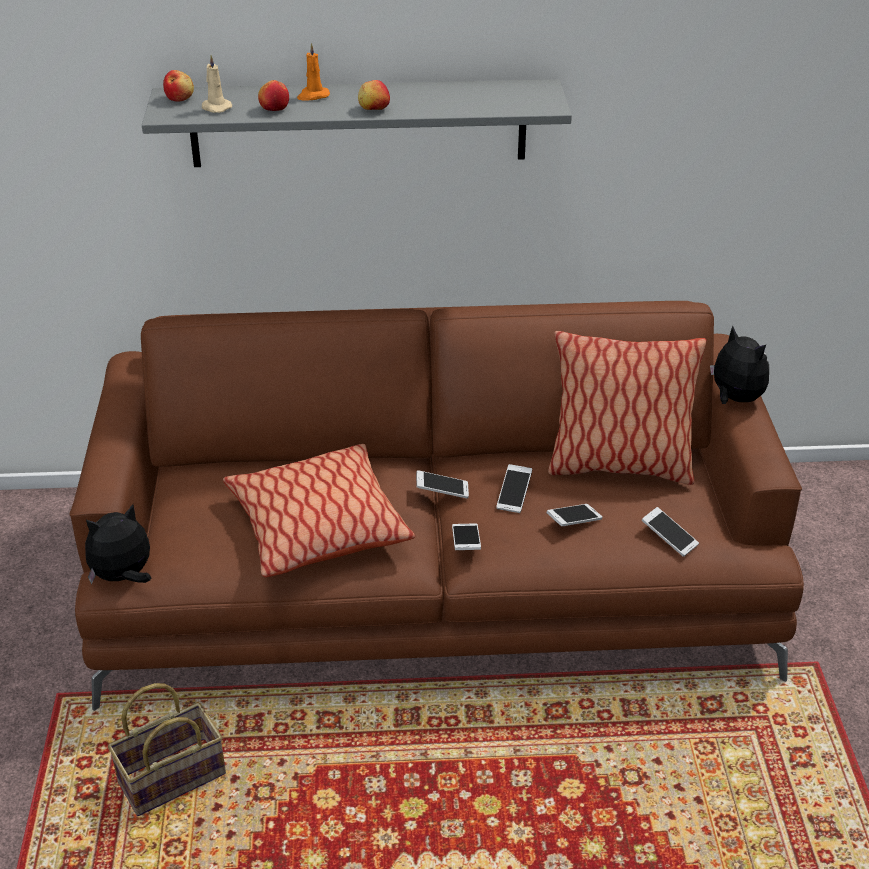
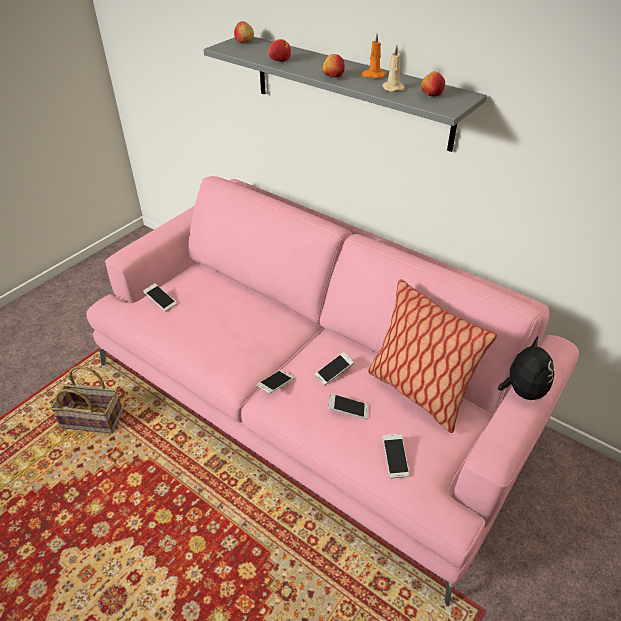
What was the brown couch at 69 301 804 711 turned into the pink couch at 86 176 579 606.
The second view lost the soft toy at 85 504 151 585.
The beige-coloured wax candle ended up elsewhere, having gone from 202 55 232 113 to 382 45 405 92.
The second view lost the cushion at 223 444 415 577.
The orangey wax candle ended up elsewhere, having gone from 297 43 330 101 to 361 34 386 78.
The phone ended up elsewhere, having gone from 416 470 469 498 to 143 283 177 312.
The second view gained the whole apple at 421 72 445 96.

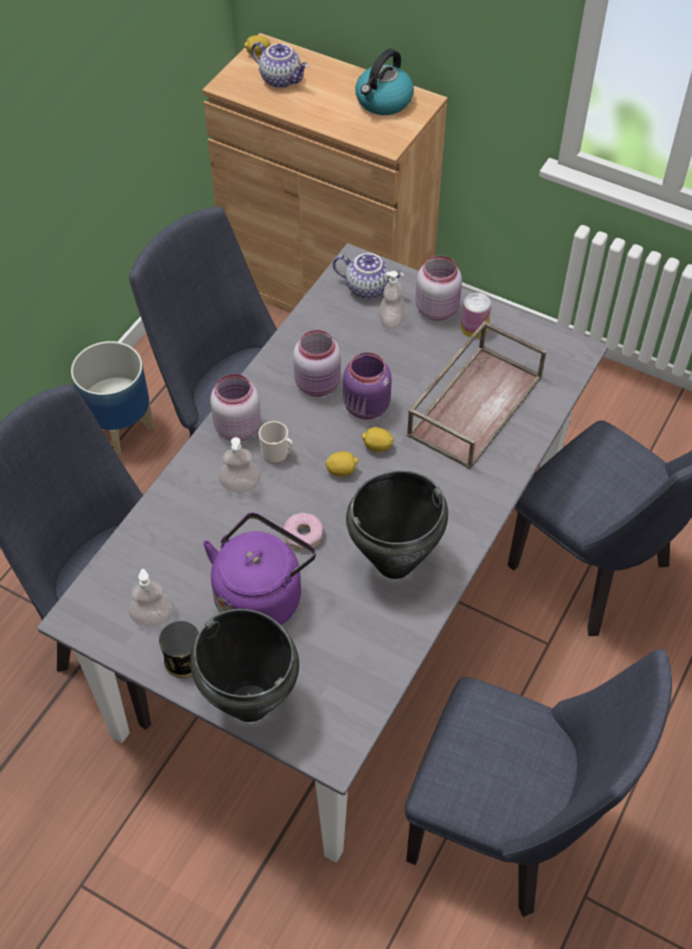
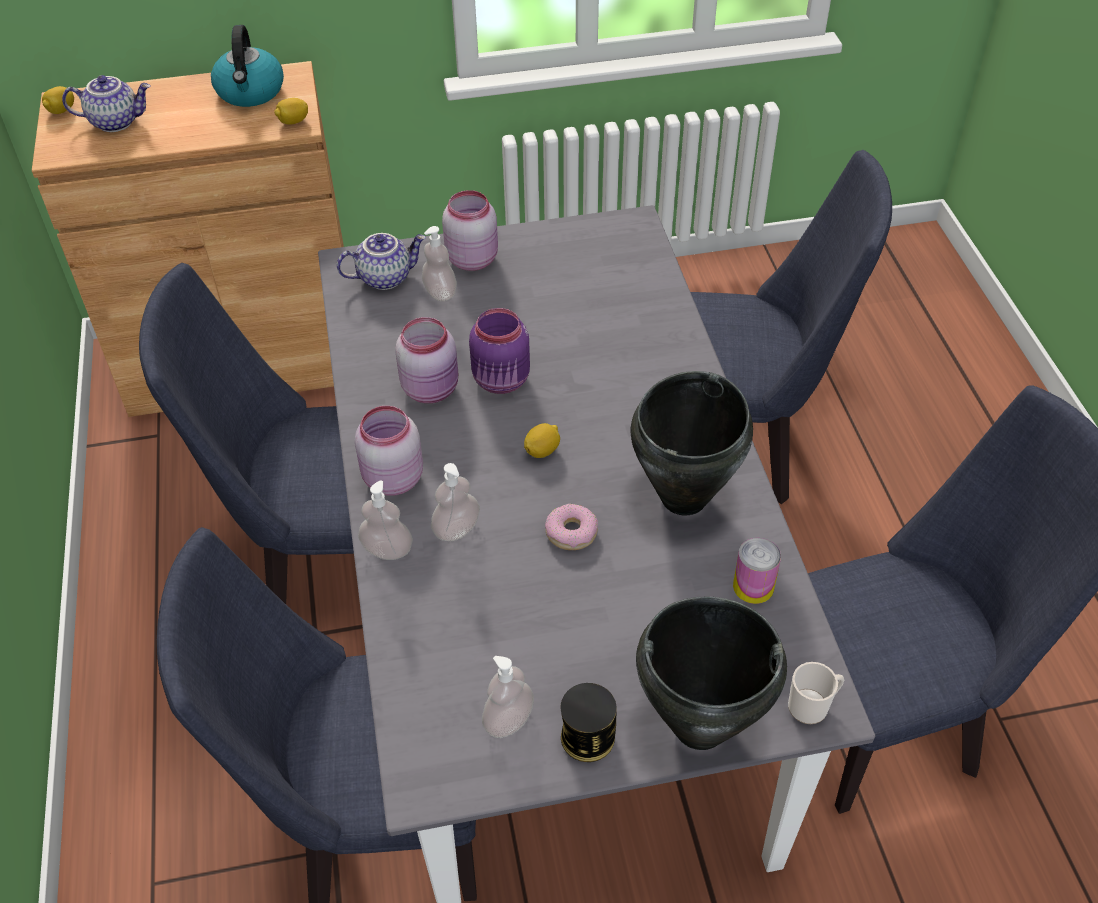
The second view lost the flower pot at 71 341 155 456.
The second view lost the purple tea kettle at 203 512 316 625.
The mug ended up elsewhere, having gone from 259 421 293 463 to 788 662 844 724.
The citrus fruit ended up elsewhere, having gone from 362 427 394 452 to 274 98 308 125.
The second view lost the brown carrying tray at 407 321 547 469.
The sealed can ended up elsewhere, having gone from 461 293 491 338 to 733 538 781 604.
The second view gained the soap bottle at 358 480 413 560.

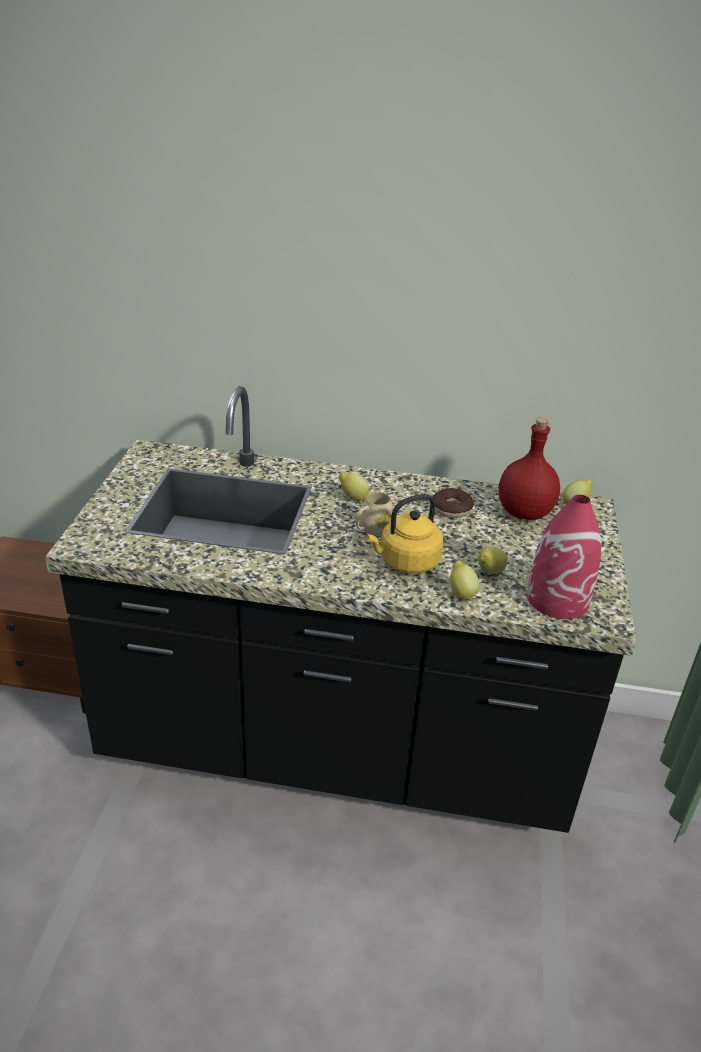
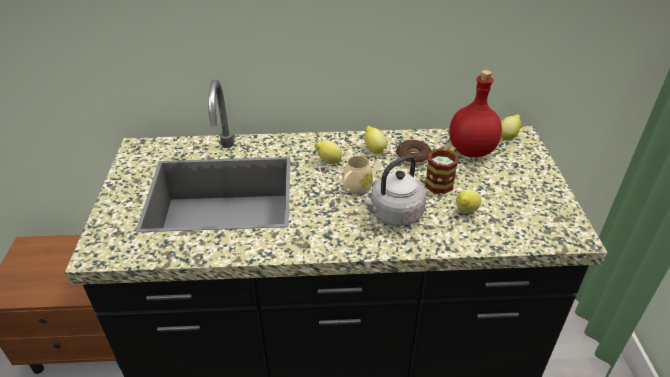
What was the yellowish tea kettle at 366 494 444 574 turned into the greyish tea kettle at 361 155 426 226.
The citrus fruit ended up elsewhere, having gone from 450 560 480 601 to 364 126 387 153.
The second view lost the red-coloured flower vase at 527 495 602 619.
The second view gained the mug at 425 147 458 194.

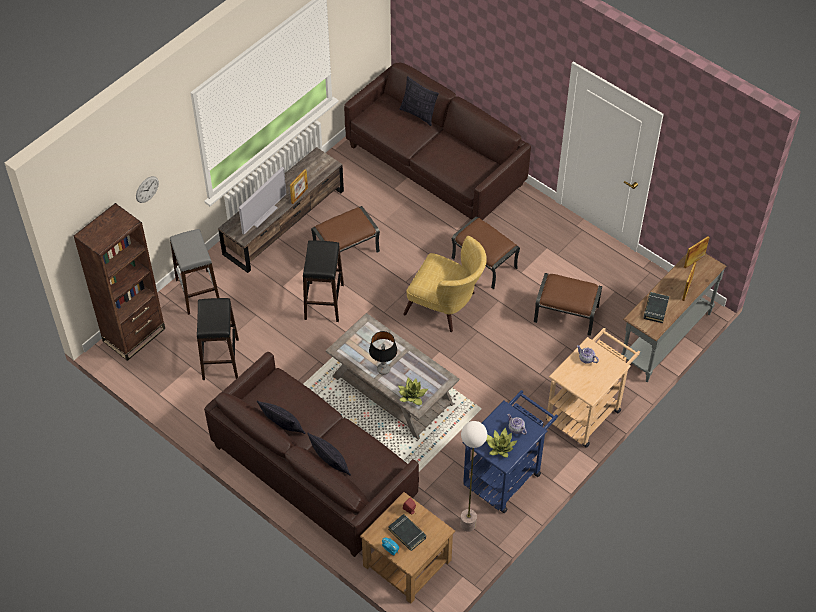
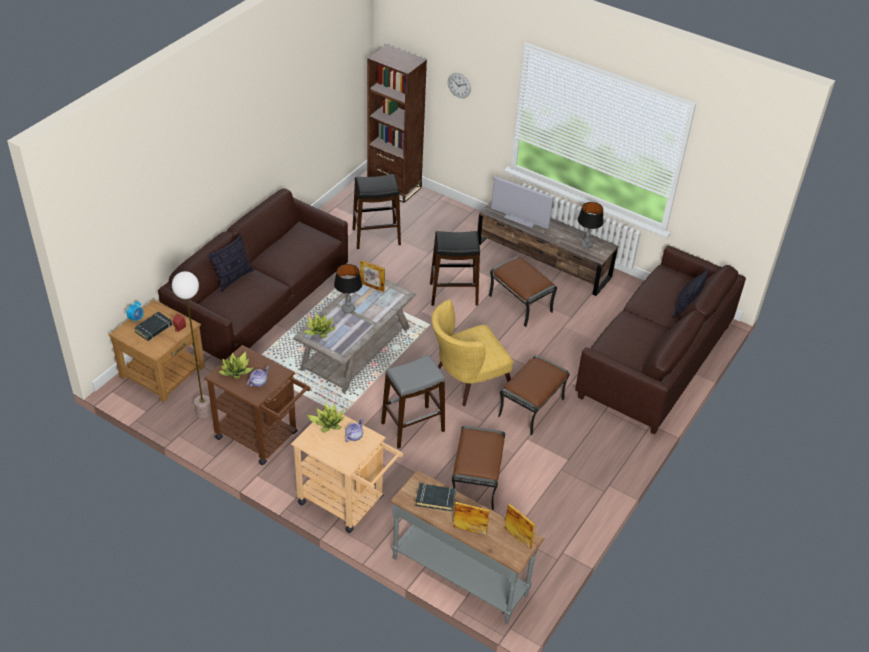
The greyish sitting stool ended up elsewhere, having gone from 170 229 219 315 to 381 355 445 449.
The second view lost the cushion at 257 401 305 434.
The photo frame ended up elsewhere, having gone from 290 169 308 204 to 360 260 385 292.
The yellowish easy chair at 403 236 487 332 ended up facing another way, 45 degrees clockwise from before.
What was the bluish cart at 462 390 558 513 turned into the brown cart at 204 345 311 465.
The second view gained the plant in a pot at 307 403 344 432.
The second view gained the tabletop lamp at 578 202 604 249.

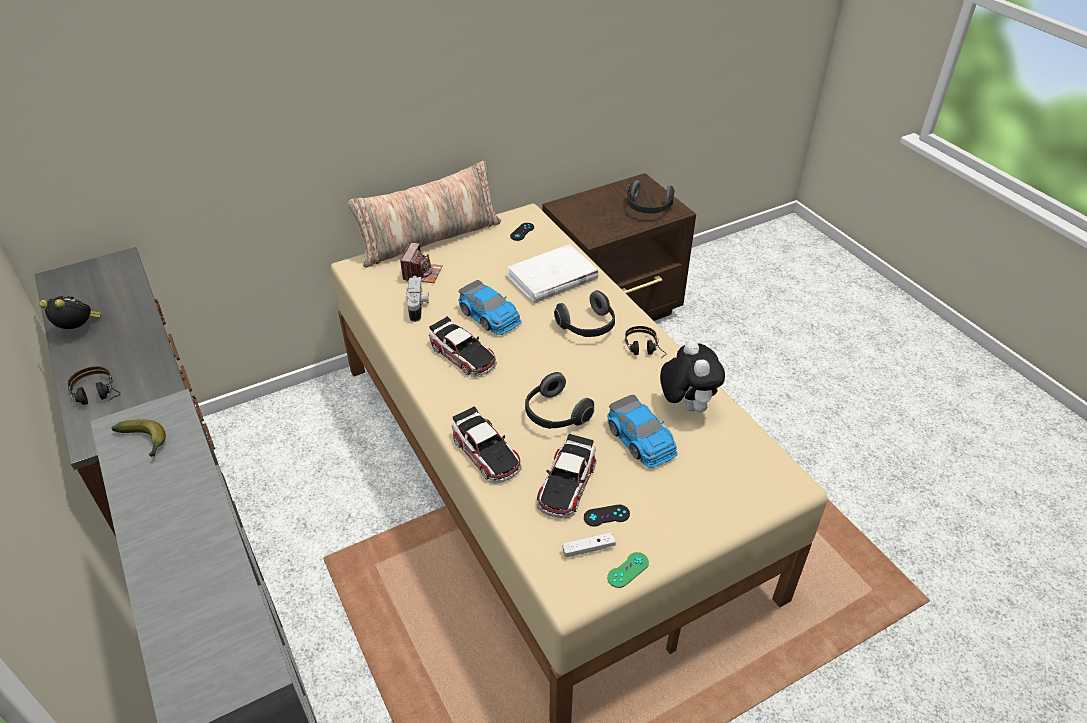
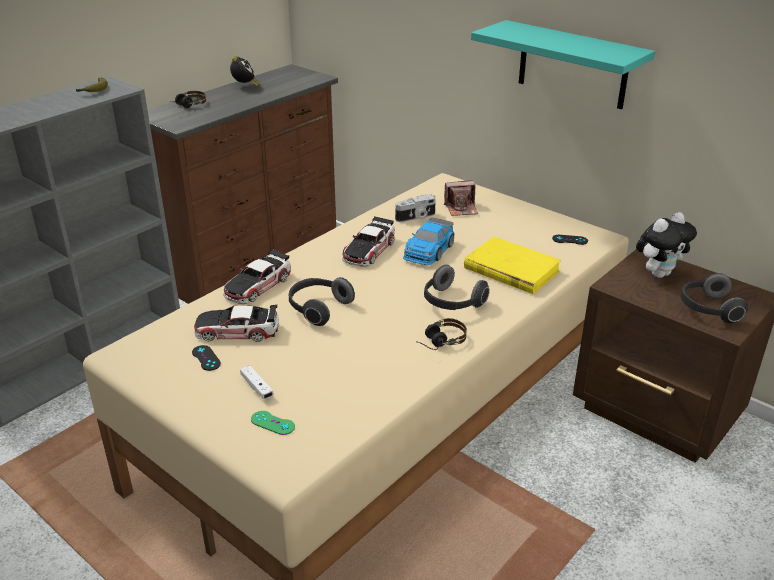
The second view lost the cushion at 348 161 501 268.
What was the white book at 506 244 598 303 turned into the yellowish book at 464 237 562 294.
The white joypad ended up elsewhere, having gone from 562 532 616 557 to 240 365 274 399.
The second view lost the miniature car at 607 395 678 468.
The greenish joypad ended up elsewhere, having gone from 607 552 649 588 to 251 411 295 435.
The soft toy ended up elsewhere, having gone from 660 341 725 412 to 636 212 697 278.
The second view gained the blue-green shelf at 471 20 655 109.

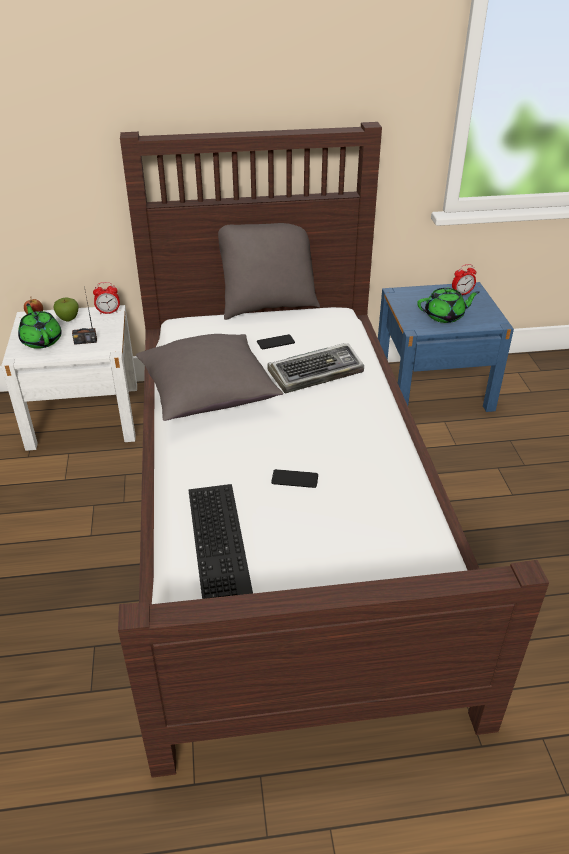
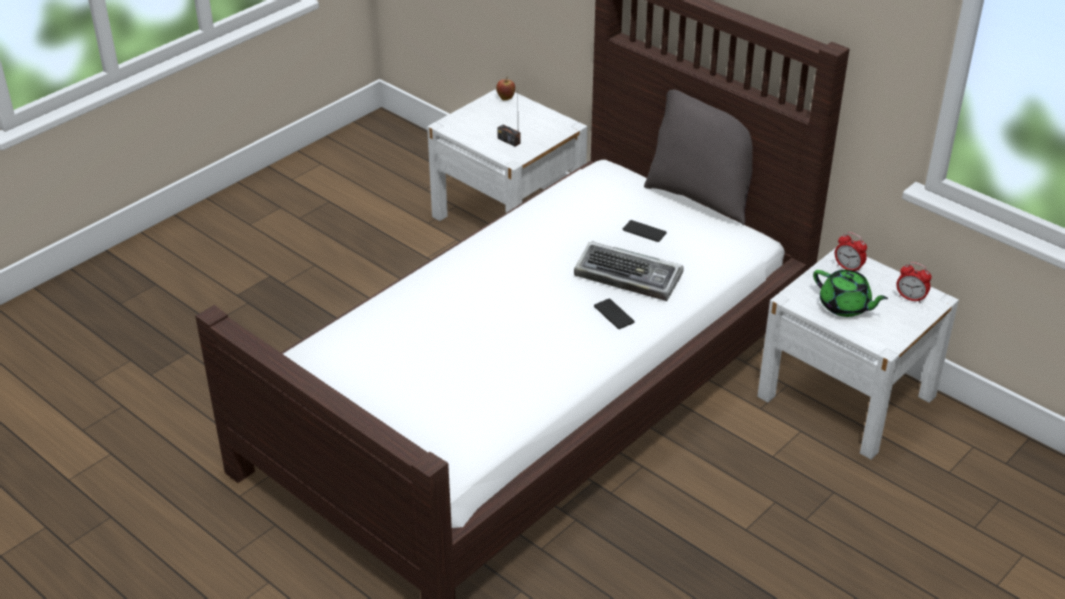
The second view lost the greenish pot for tea at 18 303 62 349.
The second view lost the whole apple at 53 297 79 322.
The alarm clock ended up elsewhere, having gone from 93 282 120 315 to 835 232 867 271.
The second view lost the greyish cushion at 136 334 283 421.
The second view lost the computer keyboard at 188 484 253 599.
The phone ended up elsewhere, having gone from 271 469 318 488 to 594 299 635 329.
What was the bluish bedside table at 378 282 514 412 turned into the white bedside table at 757 248 959 460.

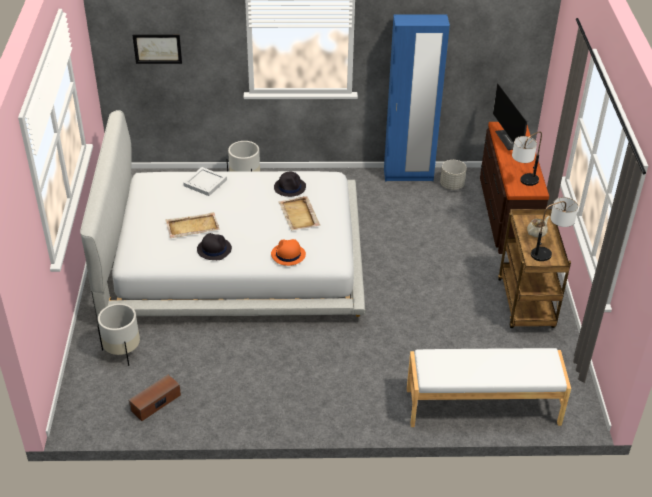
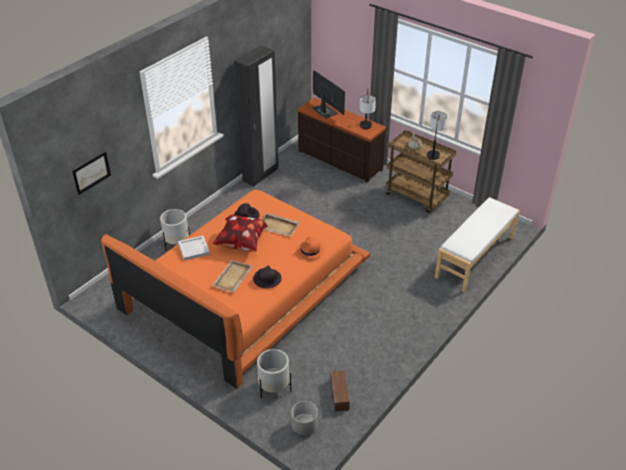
What was the white bed at 80 110 366 326 turned into the orangey bed at 101 190 370 389.
What was the bluish armoire at 384 14 450 181 turned into the blackish armoire at 234 45 279 186.
The greyish flower pot ended up elsewhere, having gone from 440 160 467 190 to 291 401 318 435.
The computer display at 493 83 527 150 ended up facing another way, 150 degrees counterclockwise from before.
The second view gained the cushion at 213 215 269 252.

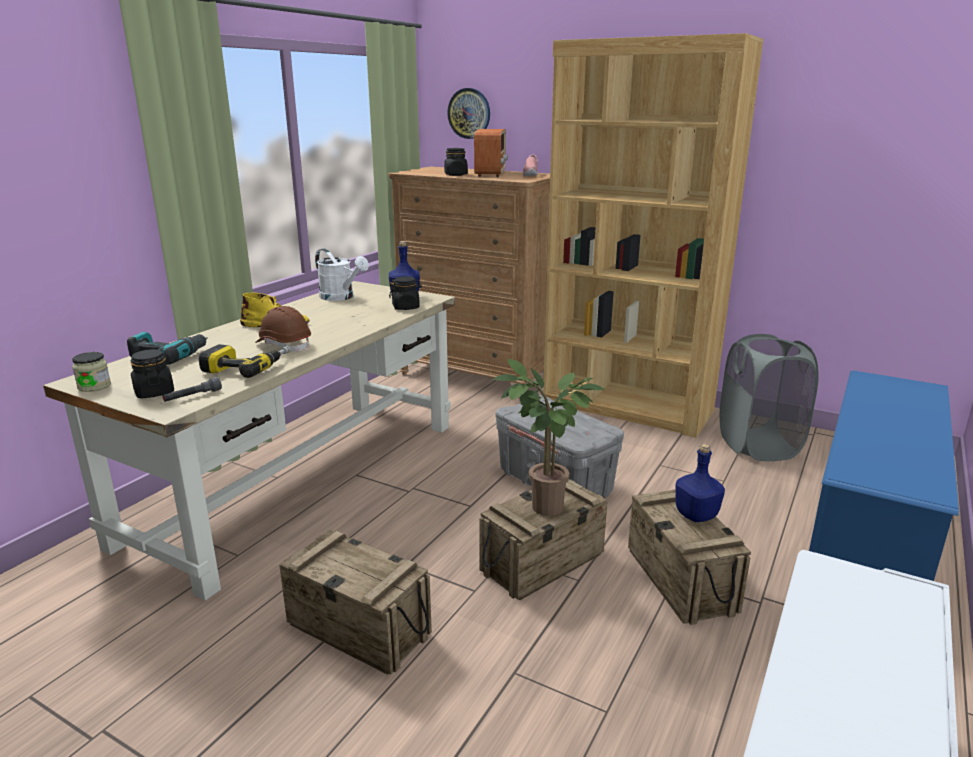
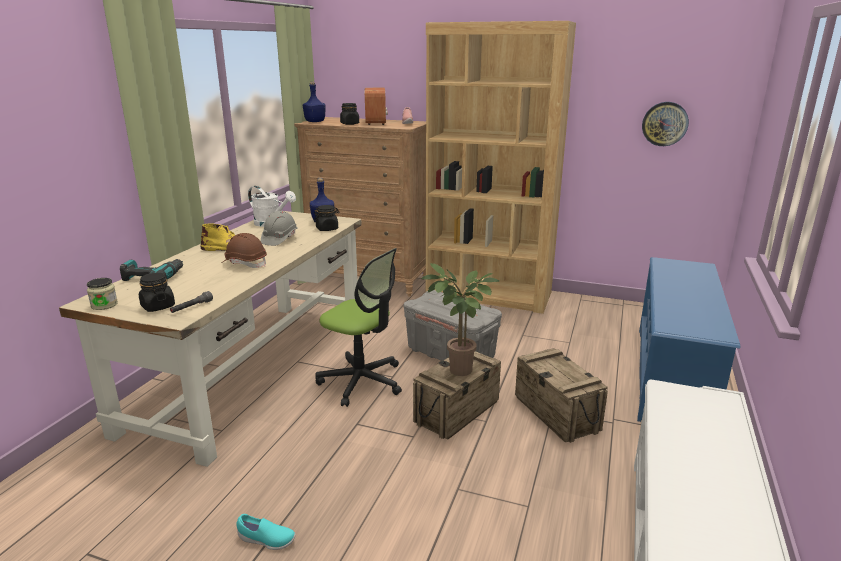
The second view lost the electric drill at 198 344 291 378.
The second view lost the shipping crate at 280 530 432 675.
The hanging clock ended up elsewhere, having gone from 447 88 490 139 to 642 102 689 146.
The bluish drink bottle ended up elsewhere, having gone from 675 444 725 522 to 303 81 326 122.
The second view lost the greyish washing basket at 720 334 819 461.
The second view gained the blue-green low shoe at 236 514 296 550.
The second view gained the greyish work helmet at 261 211 298 246.
The second view gained the office chair at 315 248 402 407.

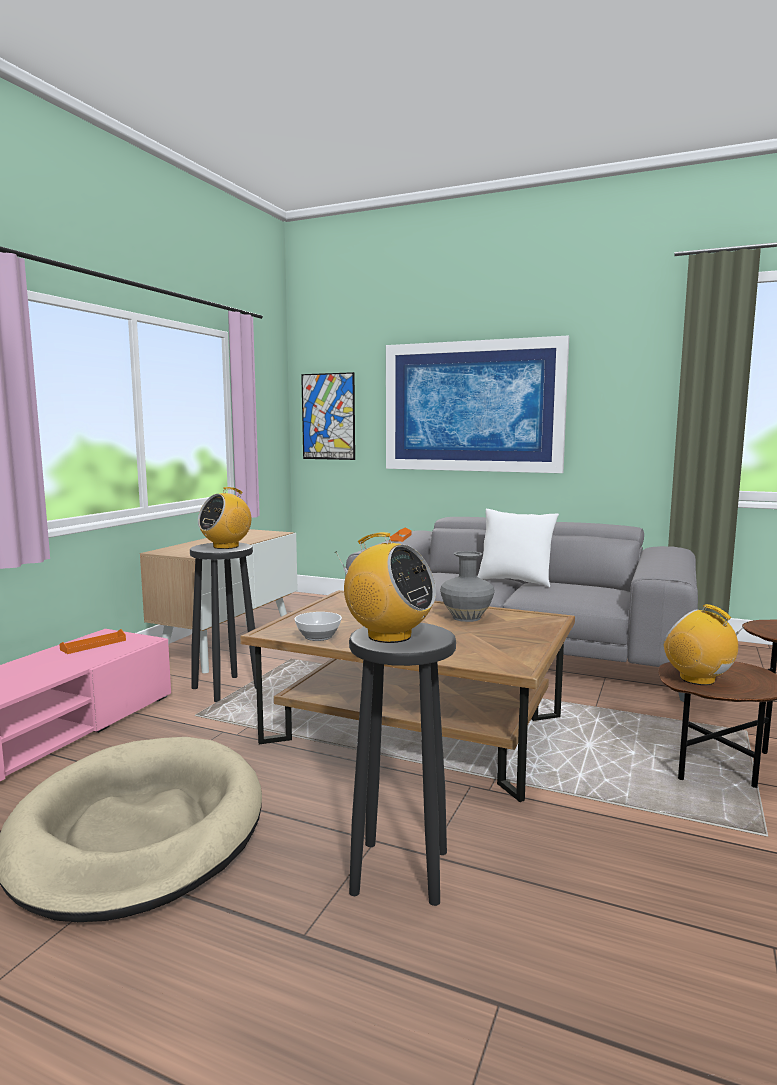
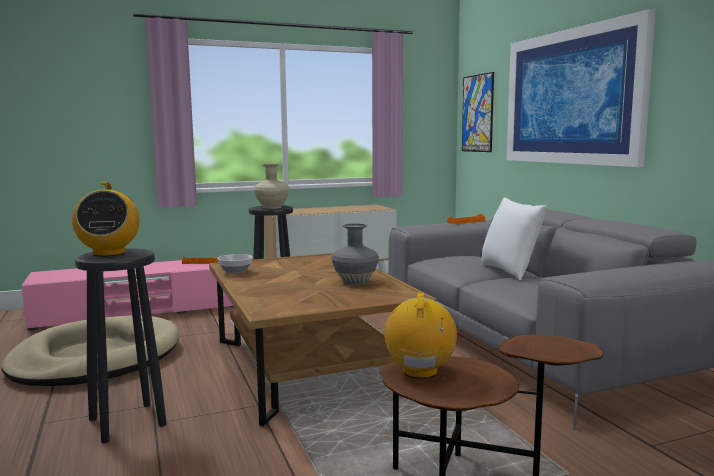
Where the radio receiver stood at 198 487 251 549, the beige-coloured flower vase came to stand at 254 164 290 209.

